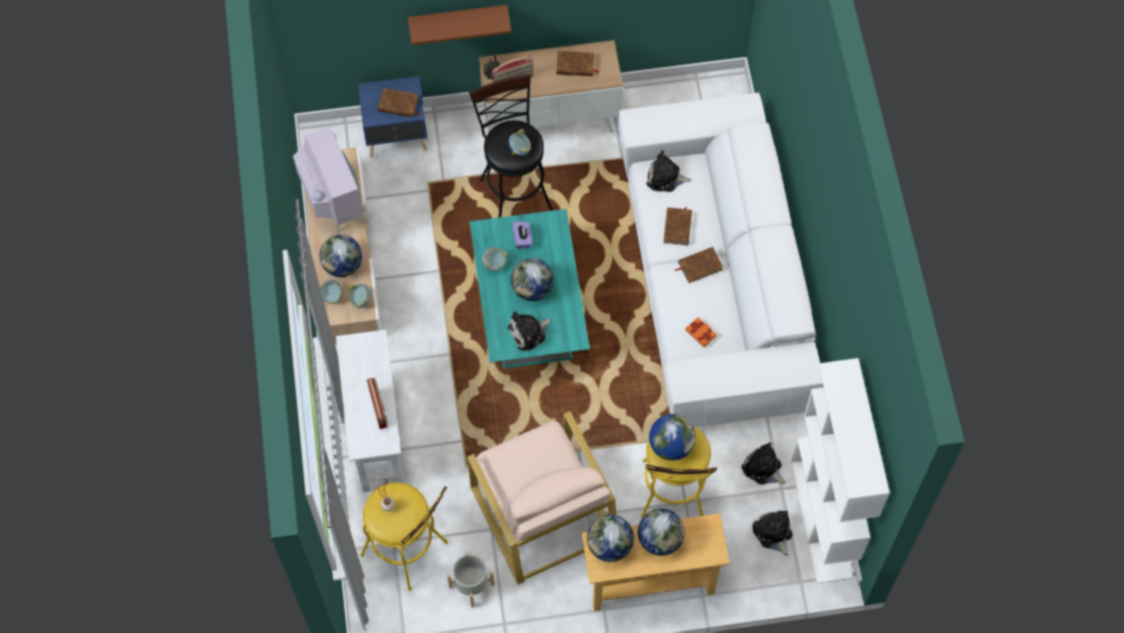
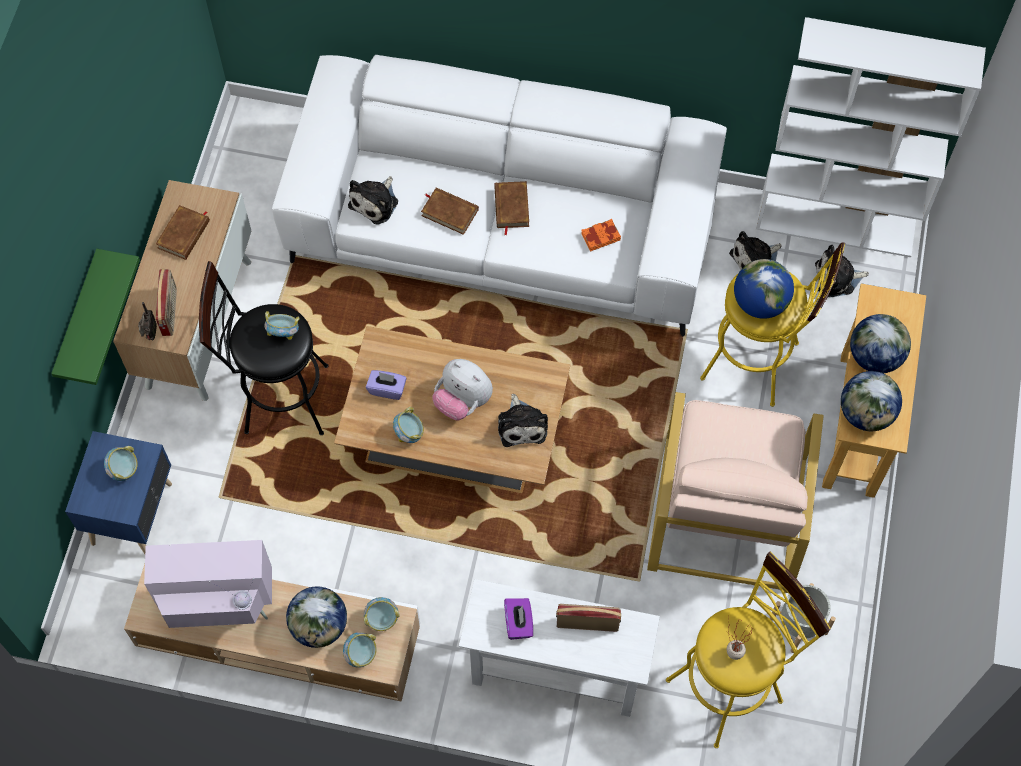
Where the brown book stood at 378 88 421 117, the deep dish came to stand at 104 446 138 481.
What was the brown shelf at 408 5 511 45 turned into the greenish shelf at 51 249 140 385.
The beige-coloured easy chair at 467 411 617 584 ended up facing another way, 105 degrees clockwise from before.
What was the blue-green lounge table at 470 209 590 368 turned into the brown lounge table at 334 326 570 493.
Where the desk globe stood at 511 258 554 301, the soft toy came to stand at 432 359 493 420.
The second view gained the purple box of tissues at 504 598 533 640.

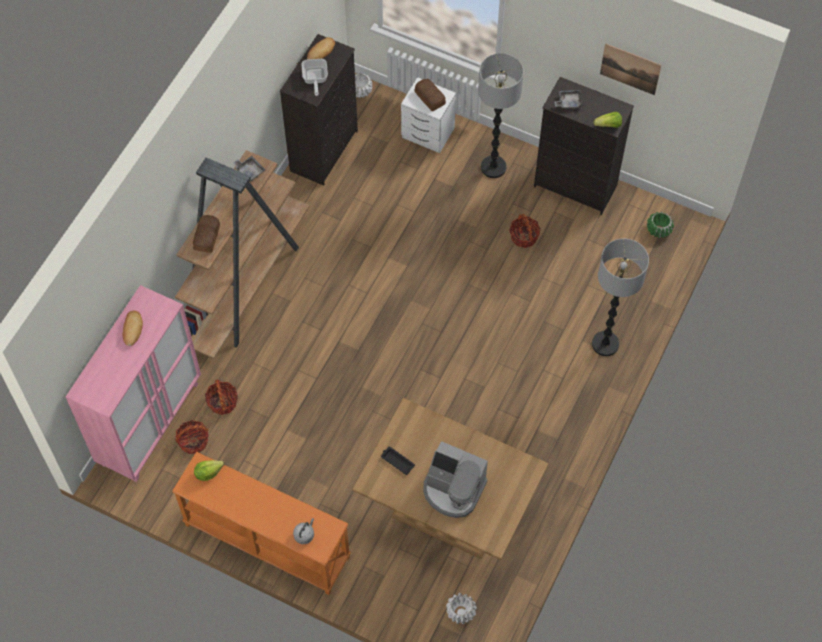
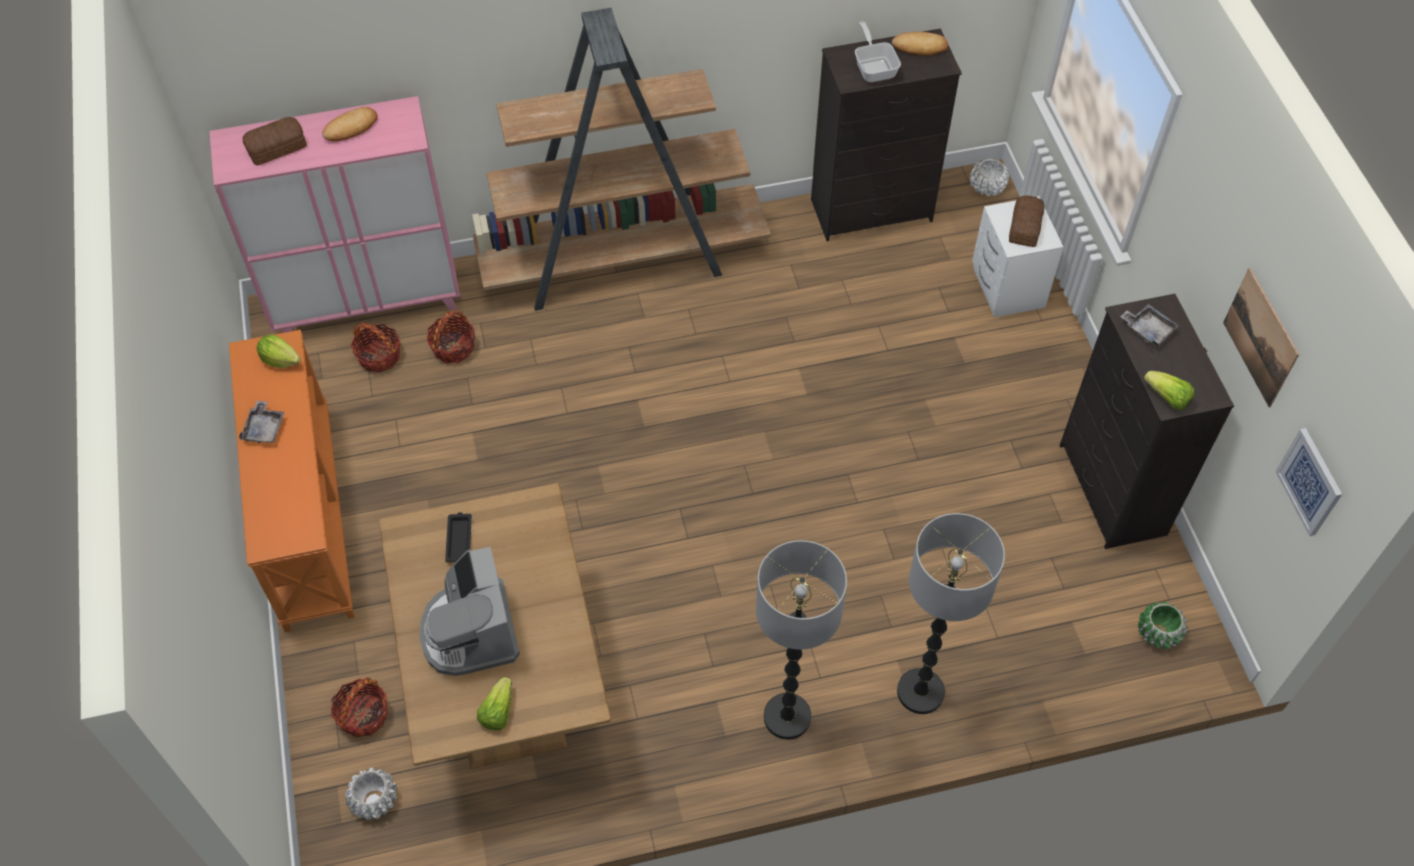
The bakery bread ended up elsewhere, having gone from 193 215 220 253 to 243 117 307 166.
The greyish carrying tray ended up elsewhere, having gone from 233 156 265 182 to 239 401 284 443.
The second view lost the greyish tea kettle at 293 518 314 544.
The skillet at 301 59 328 96 ended up facing another way, 120 degrees clockwise from before.
The floor lamp ended up elsewhere, having gone from 478 53 524 178 to 756 540 847 740.
The basket ended up elsewhere, having gone from 509 214 541 248 to 331 677 388 737.
The second view gained the head of lettuce at 477 677 512 731.
The second view gained the picture at 1275 428 1342 536.

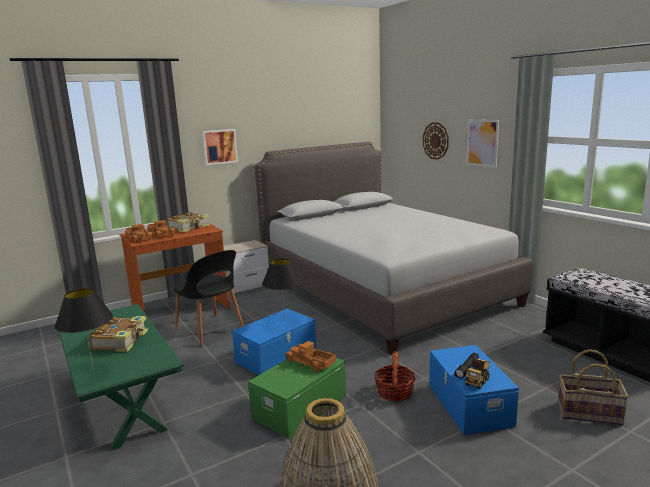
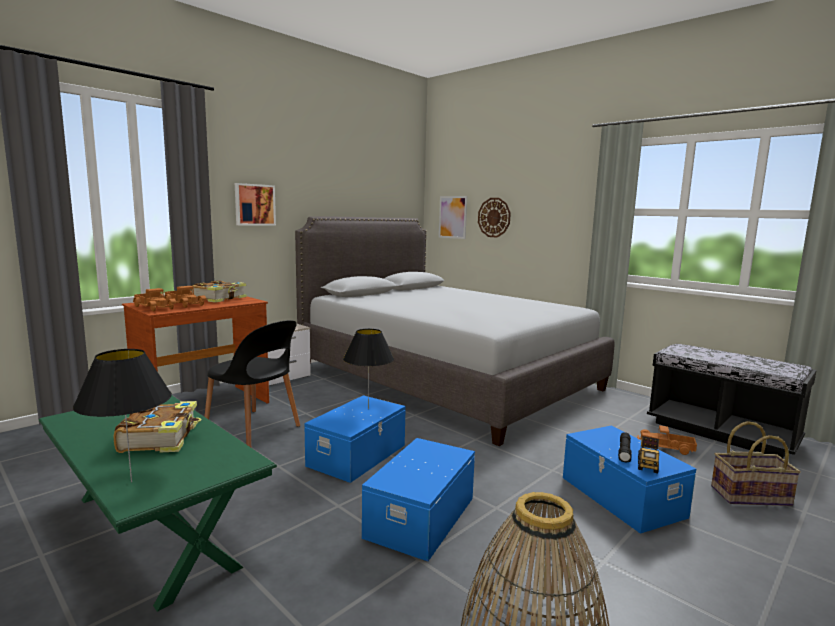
What was the greenish storage box at 248 358 346 439 turned into the bluish storage box at 362 438 475 561.
The model truck ended up elsewhere, having gone from 284 341 336 372 to 637 425 697 455.
The second view lost the basket at 375 351 416 402.
The picture ended up elsewhere, having gone from 466 120 499 168 to 439 196 467 239.

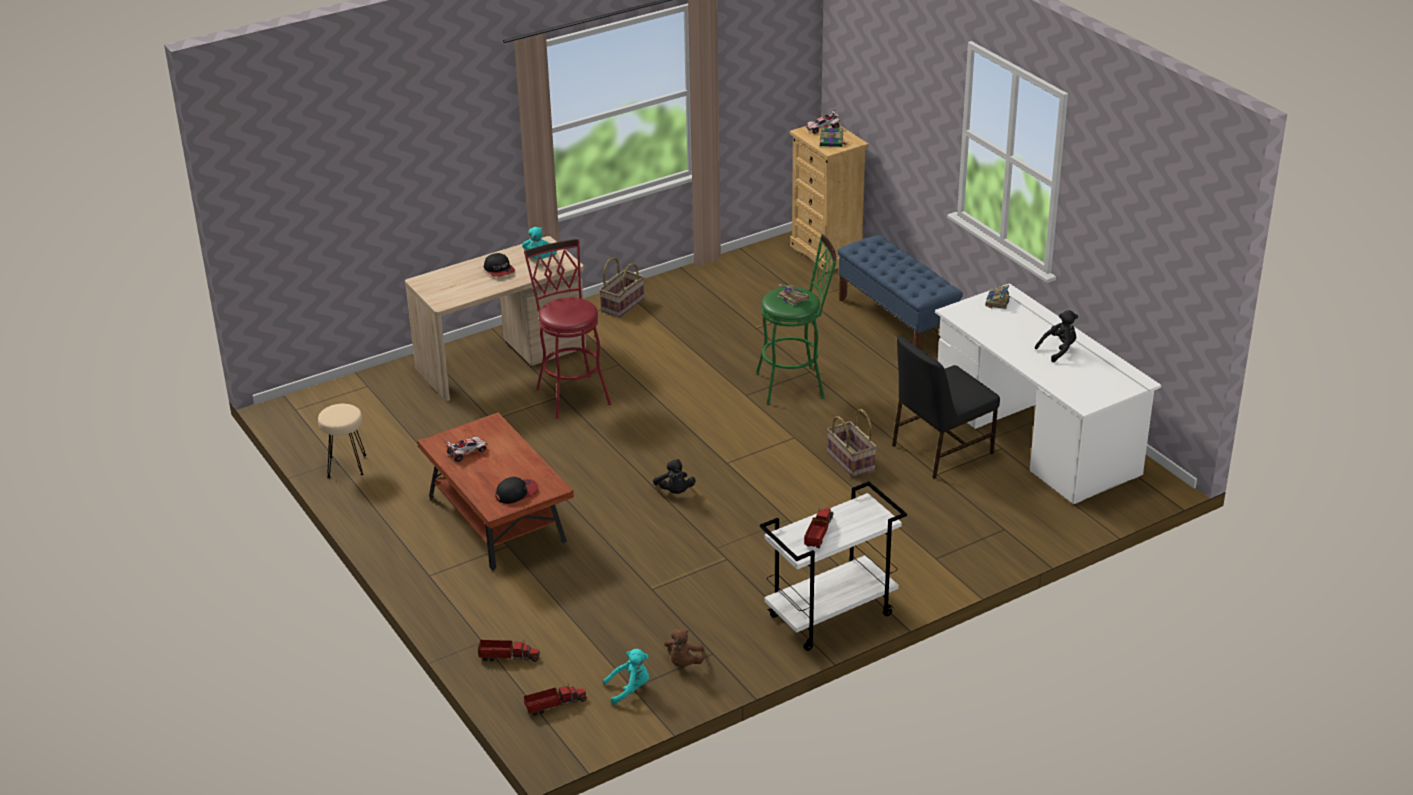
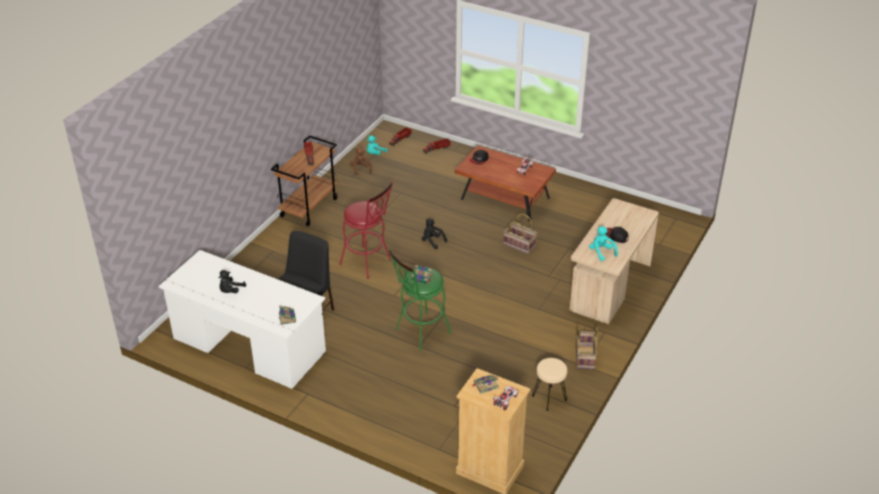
The beige-coloured sitting stool ended up elsewhere, having gone from 318 404 366 478 to 532 358 567 411.
The red-coloured sitting stool ended up elsewhere, having gone from 524 239 611 419 to 339 182 393 279.
What was the white cart at 760 481 907 651 turned into the brown cart at 271 135 338 226.
The basket ended up elsewhere, having gone from 827 409 877 477 to 503 214 537 254.
The second view lost the bluish indoor bench at 838 235 963 350.

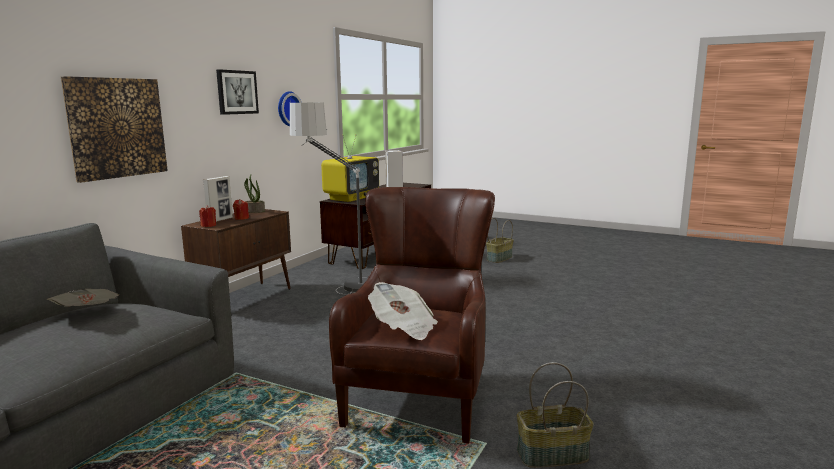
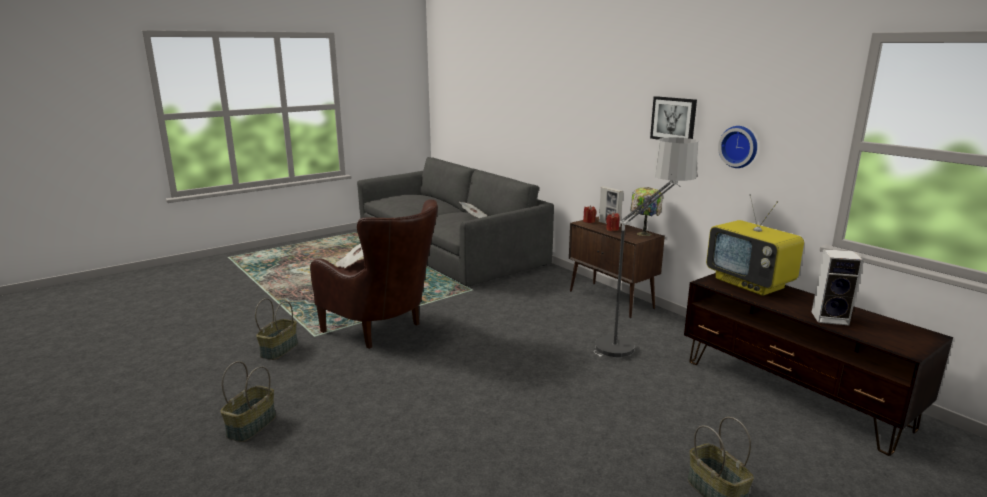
The second view lost the picture at 61 76 168 183.
Where the plant in a pot stood at 244 175 265 213, the tabletop lamp came to stand at 630 187 663 236.
The second view gained the basket at 220 361 276 442.

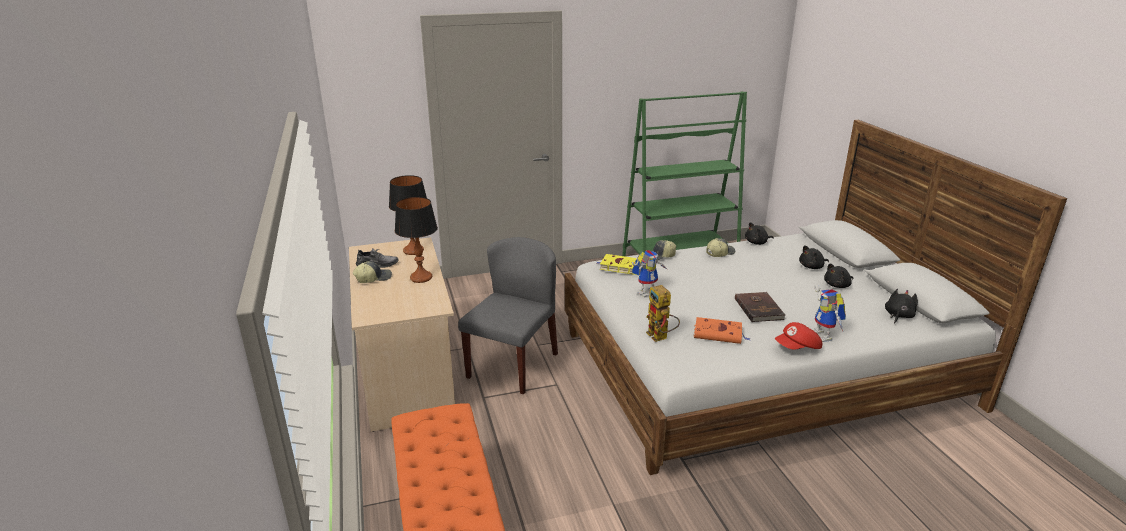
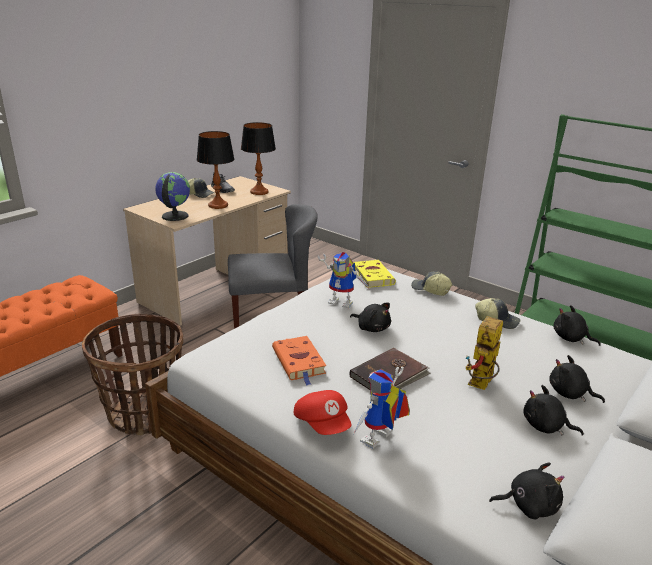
The toy robot ended up elsewhere, having gone from 646 285 680 342 to 466 316 503 390.
The red-coloured baseball cap at 775 322 822 350 ended up facing another way, 150 degrees counterclockwise from before.
The second view gained the basket at 82 313 183 436.
The second view gained the desk globe at 155 172 190 221.
The second view gained the blackish soft toy at 350 303 391 332.

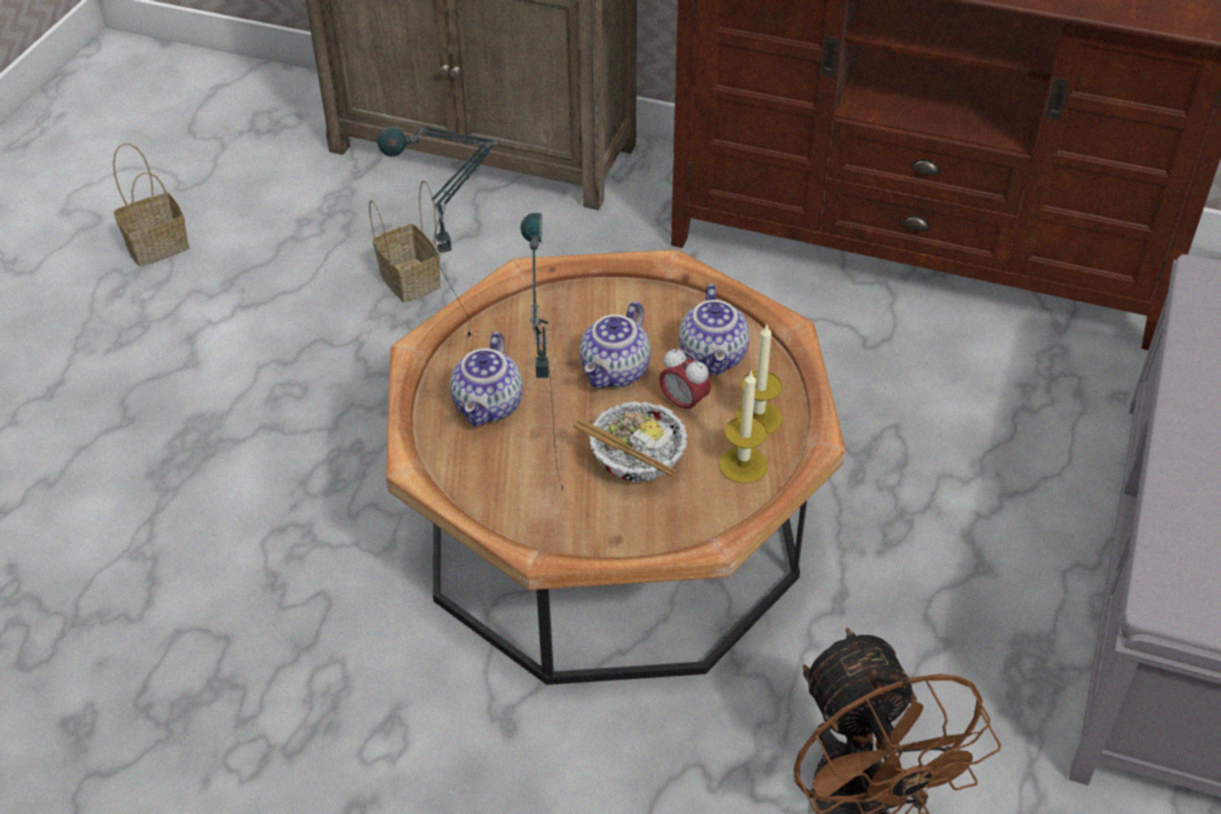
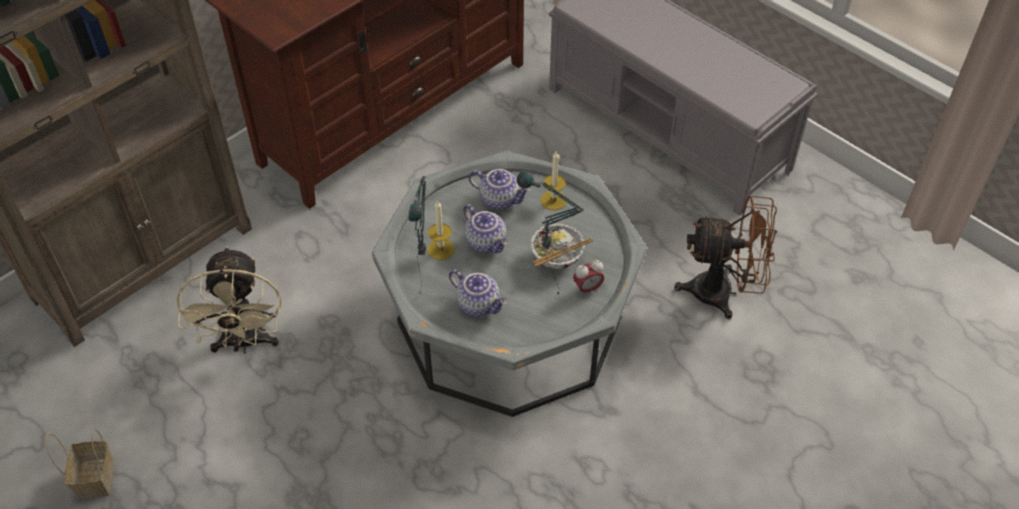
Where the basket stood at 369 180 441 303, the beige-coloured cooling fan came to stand at 177 246 281 353.
What was the brown lounge table at 386 250 846 685 turned into the greyish lounge table at 372 151 647 417.
The alarm clock ended up elsewhere, having gone from 659 348 711 417 to 573 260 604 296.
The wax candle ended up elsewhere, having gone from 719 372 768 484 to 428 200 455 260.

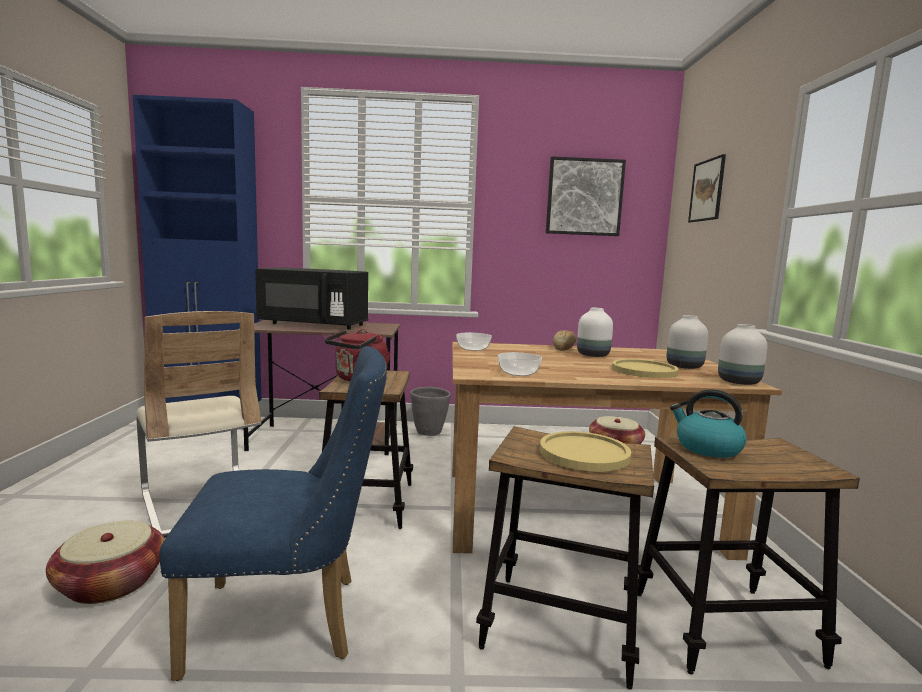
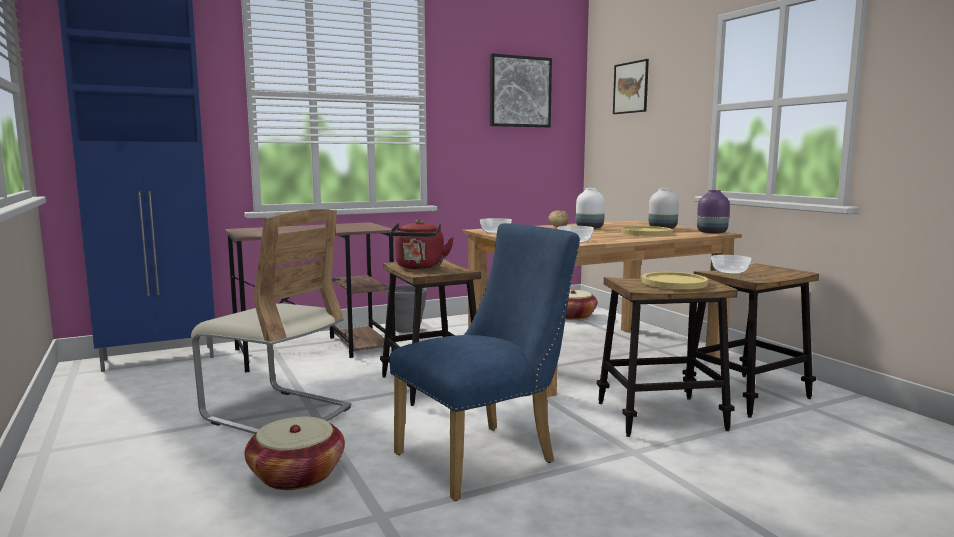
The second view lost the blackish microwave at 255 267 368 329.
Where the tea kettle stood at 670 389 747 458, the deep dish came to stand at 711 255 752 274.
What was the white flower vase at 718 324 767 385 turned into the purple flower vase at 697 190 730 234.

